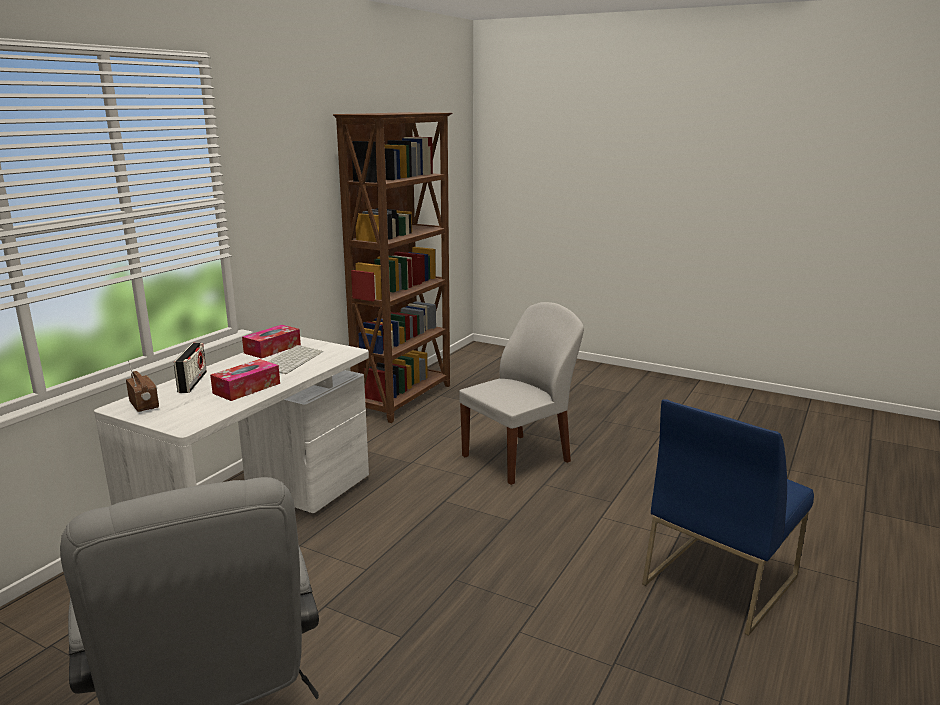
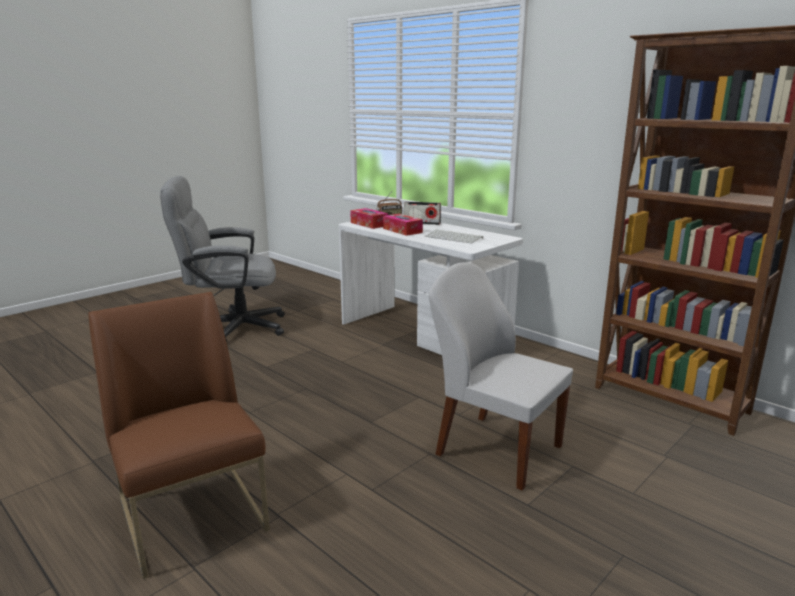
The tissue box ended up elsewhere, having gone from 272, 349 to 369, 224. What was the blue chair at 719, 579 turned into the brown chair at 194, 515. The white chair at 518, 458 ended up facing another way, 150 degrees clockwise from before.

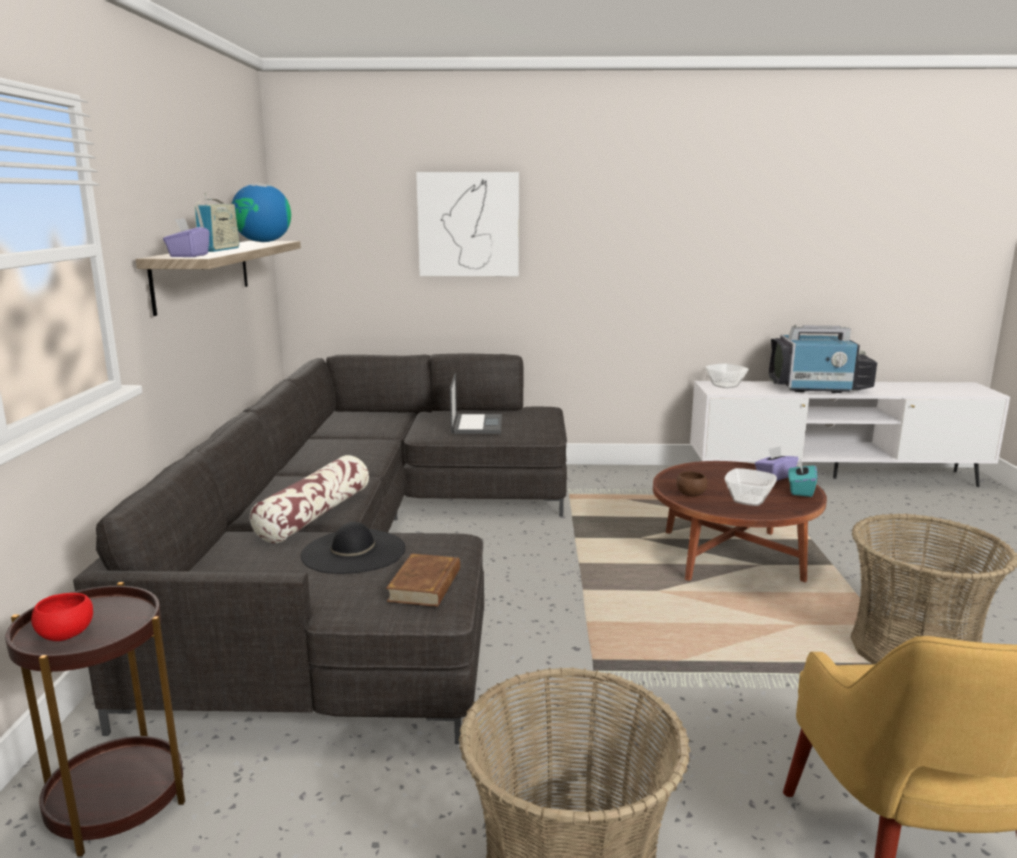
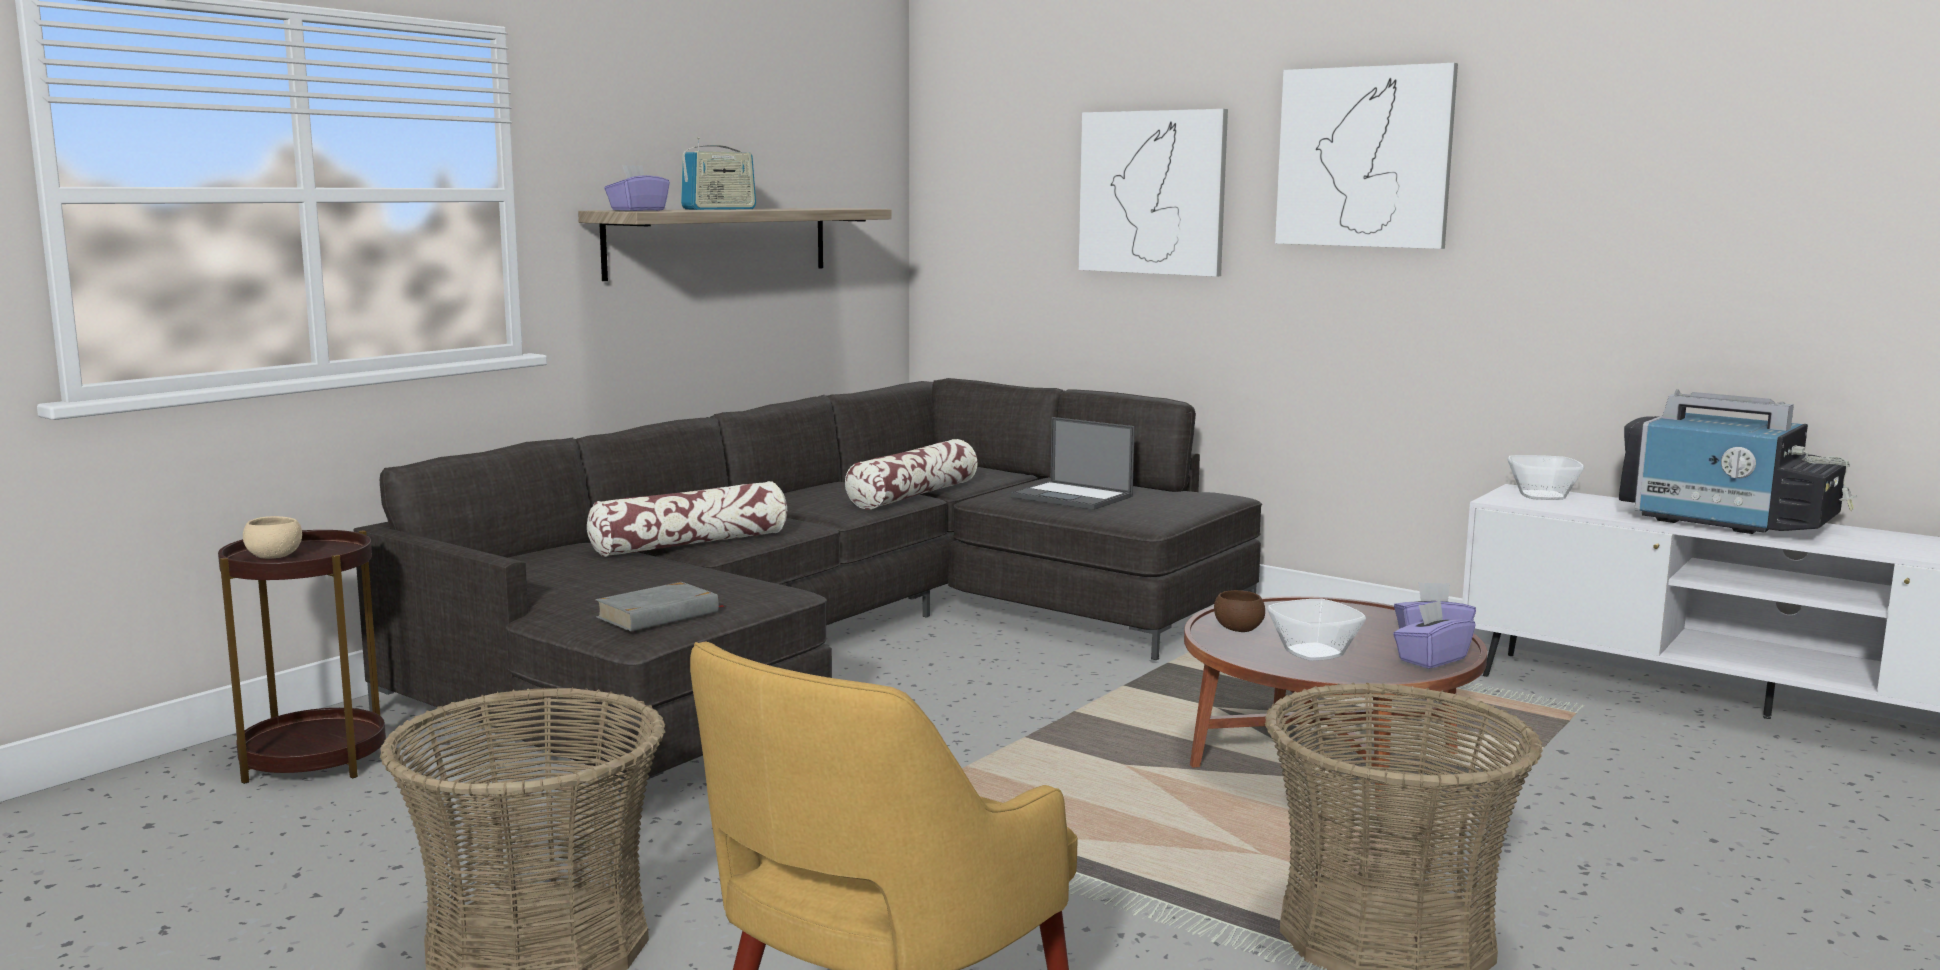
The second view lost the globe at 263, 242. The second view lost the black hat at 353, 552. The second view gained the pillow at 913, 495. The second view gained the picture at 1364, 157. What was the red bowl at 66, 635 turned into the beige bowl at 274, 557. What was the brown book at 425, 585 turned into the grey book at 658, 615. What was the turquoise tissue box at 800, 490 turned into the purple tissue box at 1431, 659. The laptop at 476, 424 ended up facing another way, 90 degrees clockwise from before.

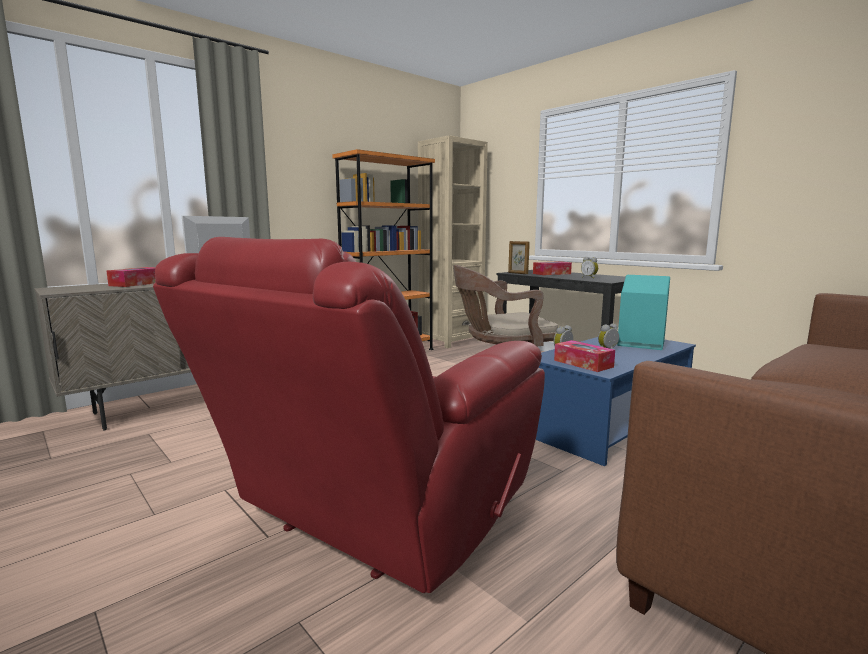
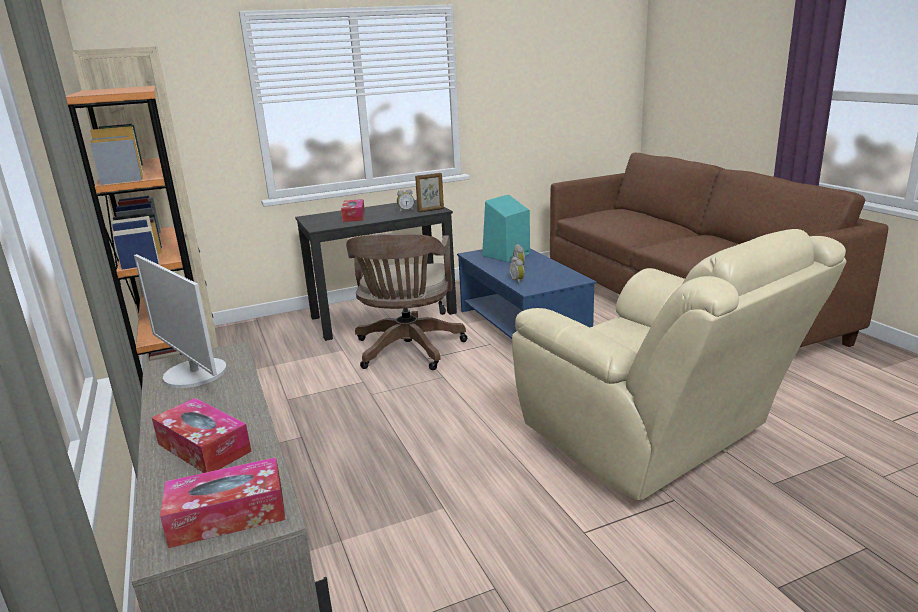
The picture frame ended up elsewhere, having gone from 517, 273 to 431, 210. The tissue box ended up elsewhere, having gone from 583, 363 to 228, 515. What was the red armchair at 372, 521 turned into the beige armchair at 656, 447.

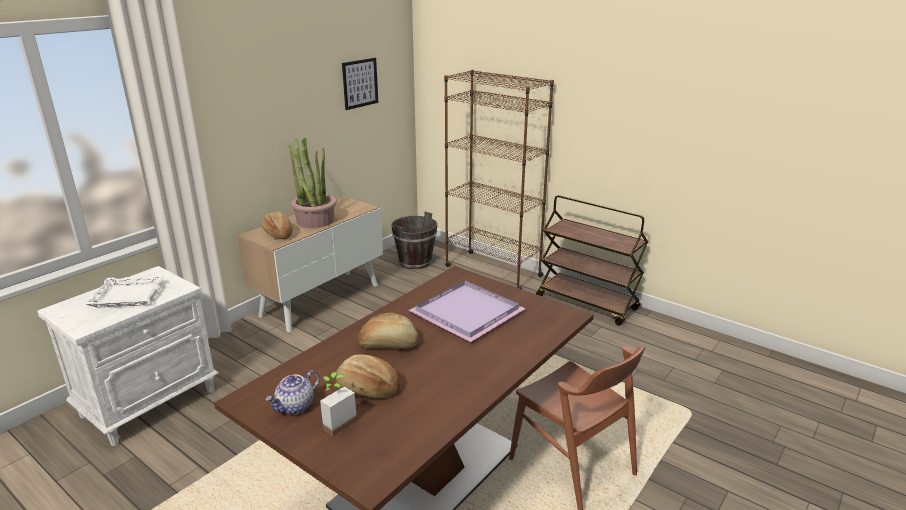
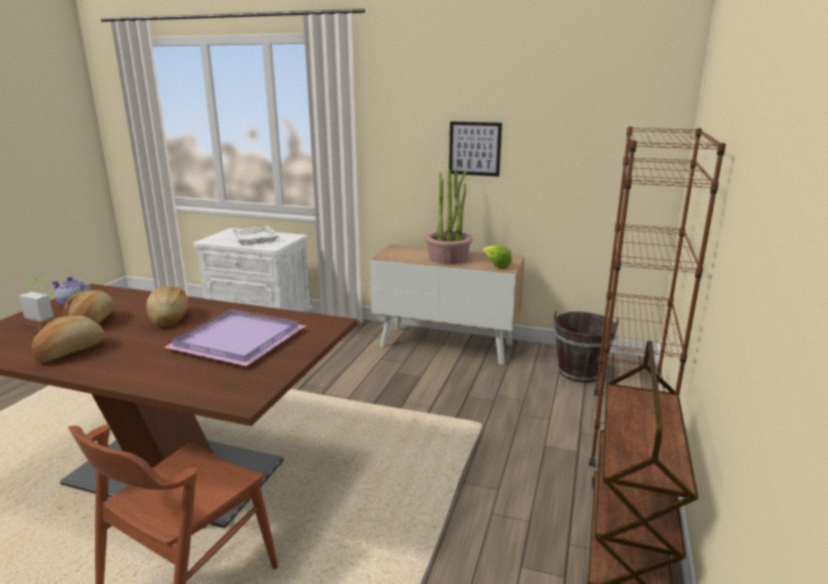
The second view gained the lettuce at 496, 266. The bread ended up elsewhere, having gone from 278, 234 to 70, 351. The picture ended up elsewhere, having gone from 360, 83 to 475, 148.

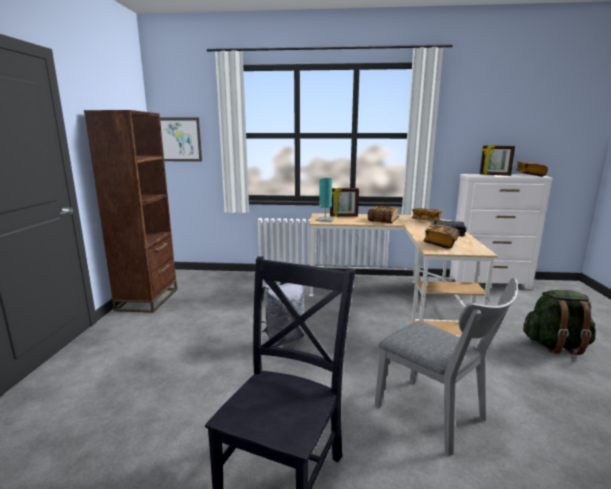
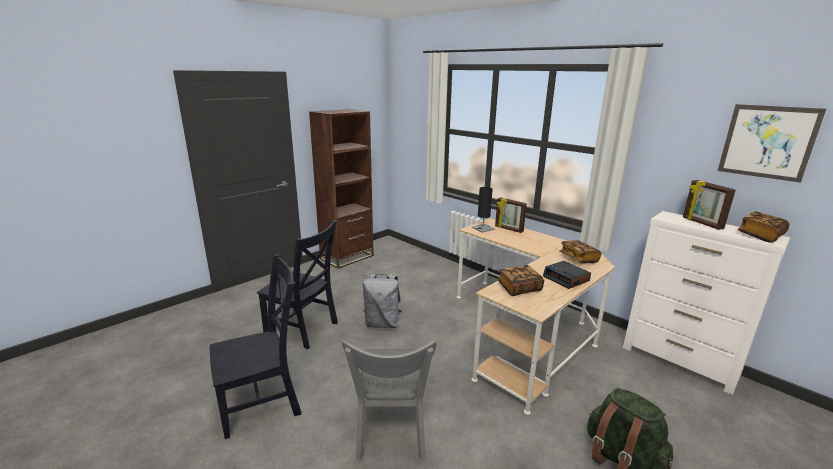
The second view lost the book at 383, 221. The second view gained the black chair at 303, 329. The picture ended up elsewhere, having gone from 180, 139 to 767, 142. What was the turquoise table lamp at 325, 219 turned into the black table lamp at 483, 228.

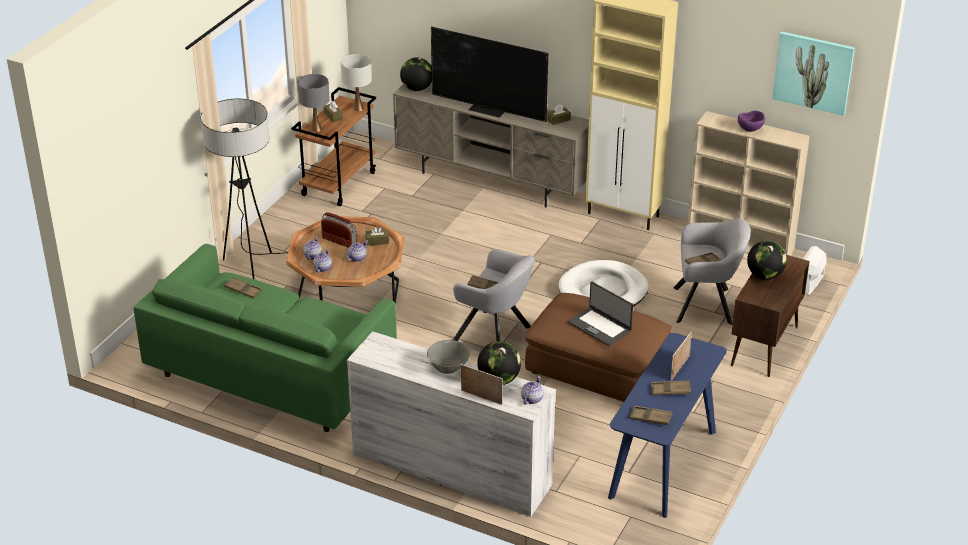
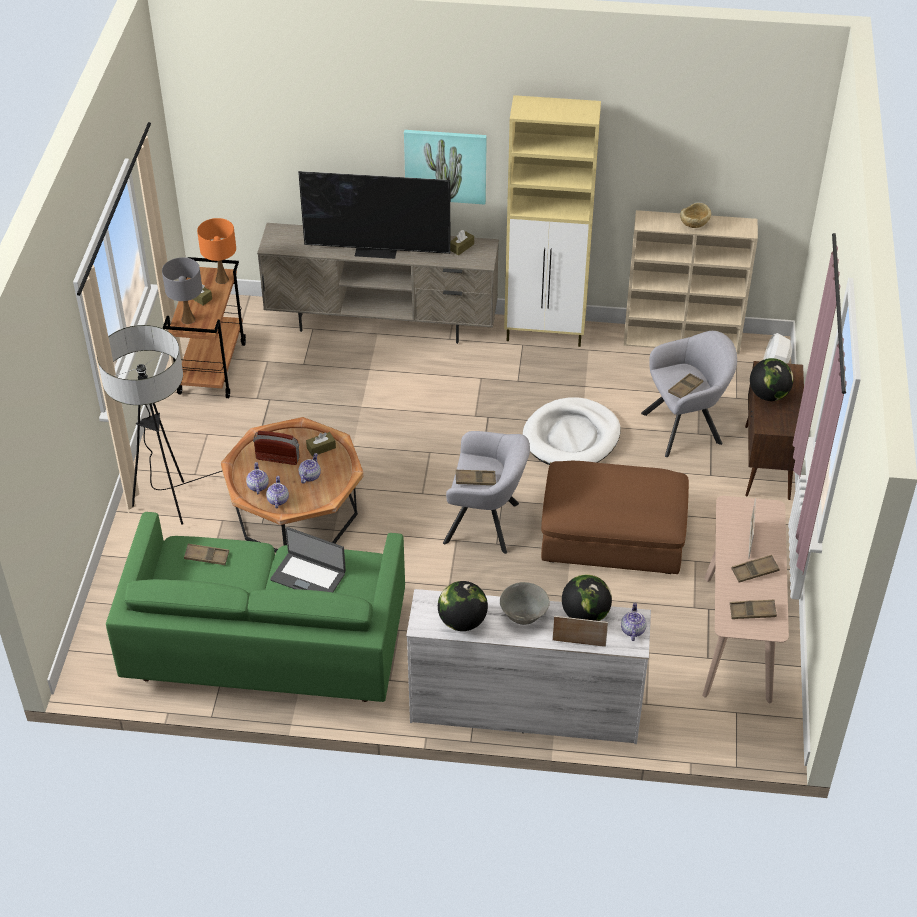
The globe ended up elsewhere, having gone from 417, 88 to 462, 621. The laptop ended up elsewhere, having gone from 600, 326 to 308, 576. The picture ended up elsewhere, having gone from 813, 72 to 445, 166. What was the white table lamp at 358, 108 turned into the orange table lamp at 222, 279. What was the blue console table at 663, 464 turned into the beige console table at 738, 638. What was the purple bowl at 750, 130 turned into the beige bowl at 694, 225.

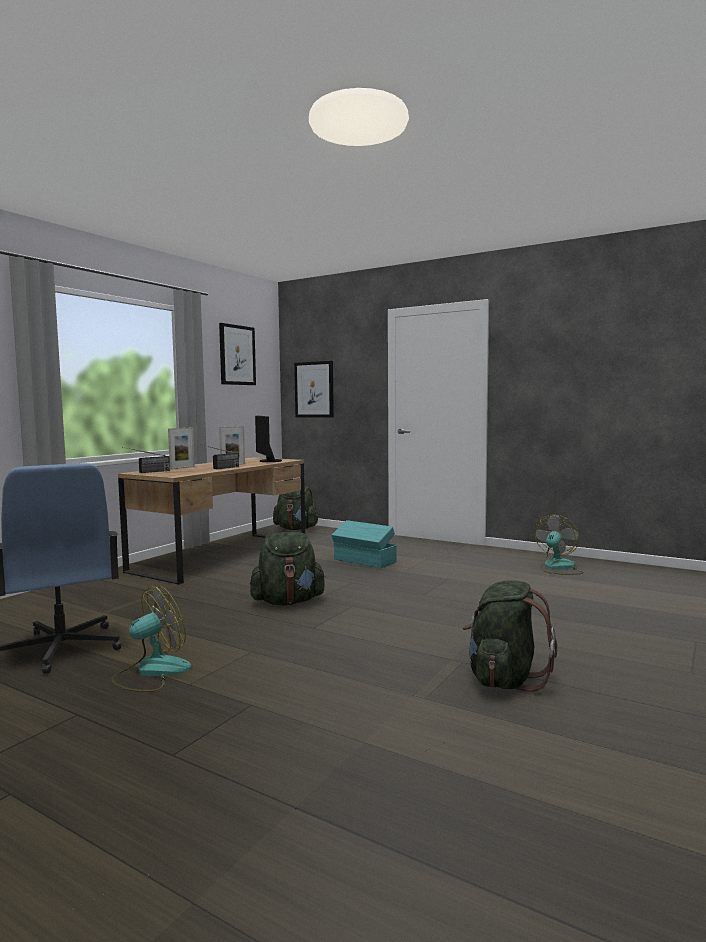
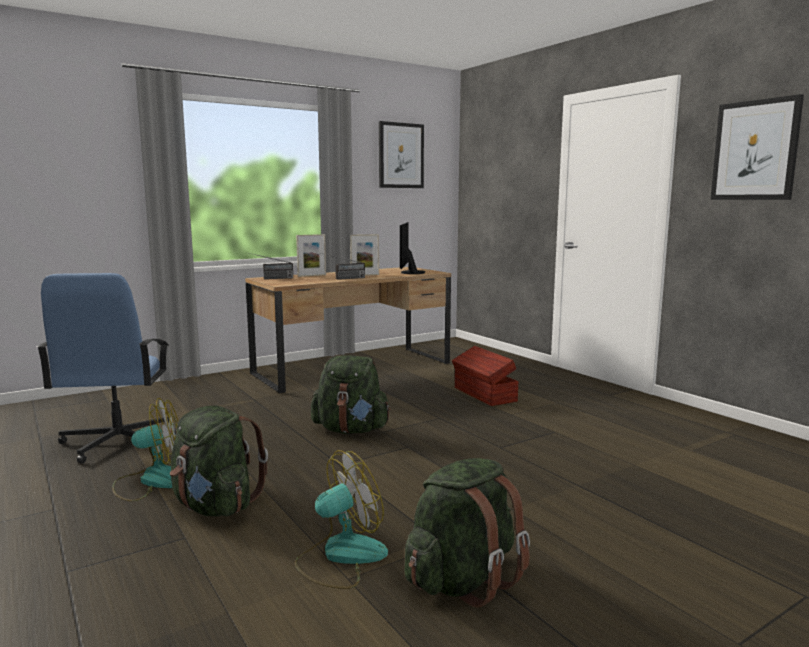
The green backpack ended up elsewhere, having gone from 296, 529 to 215, 506. The picture ended up elsewhere, having gone from 314, 389 to 755, 150. The fan ended up elsewhere, having gone from 557, 568 to 341, 556. What was the turquoise storage box at 364, 561 turned into the brown storage box at 484, 394.

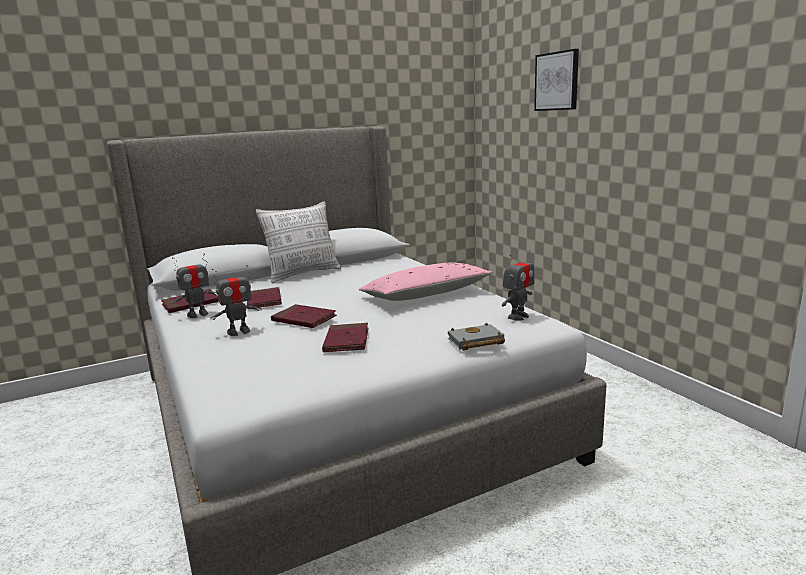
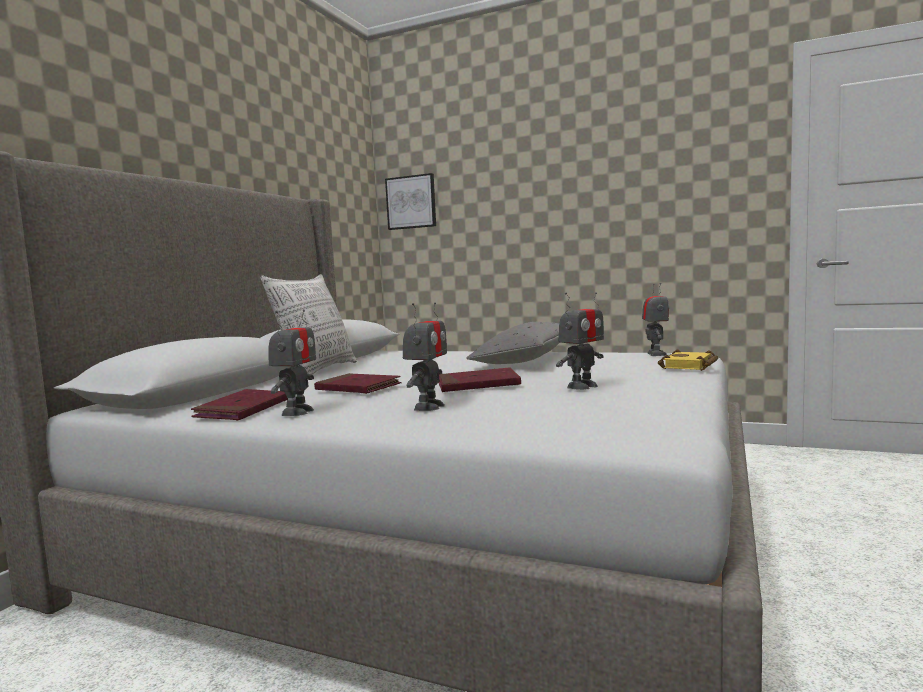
The picture ended up elsewhere, having gone from 557, 81 to 411, 202. Where the red book stood at 346, 341, the toy robot came to stand at 582, 386. What was the pink pillow at 426, 295 turned into the grey pillow at 526, 359. What was the grey book at 475, 342 turned into the yellow book at 690, 366.

